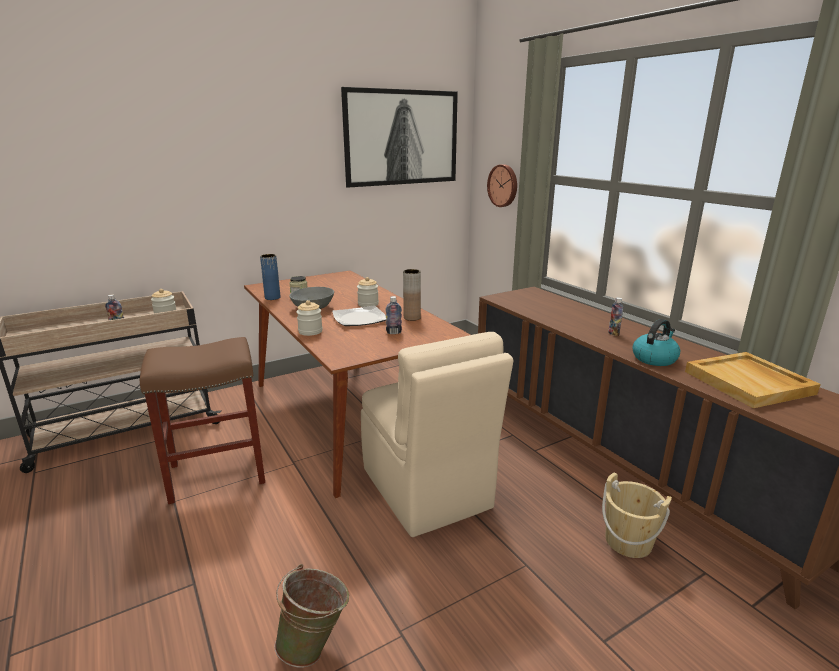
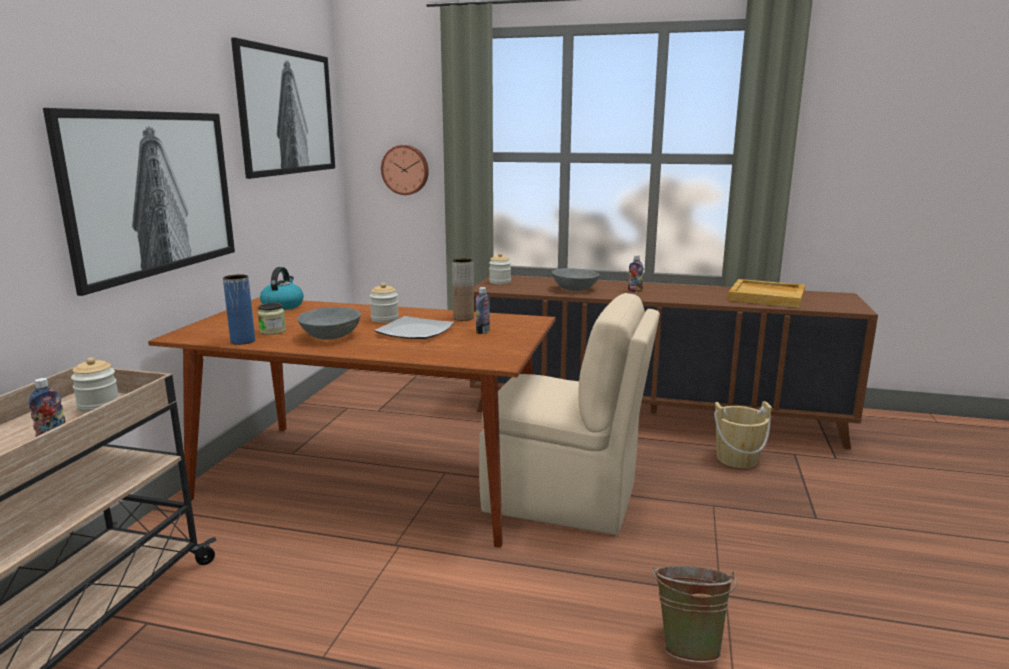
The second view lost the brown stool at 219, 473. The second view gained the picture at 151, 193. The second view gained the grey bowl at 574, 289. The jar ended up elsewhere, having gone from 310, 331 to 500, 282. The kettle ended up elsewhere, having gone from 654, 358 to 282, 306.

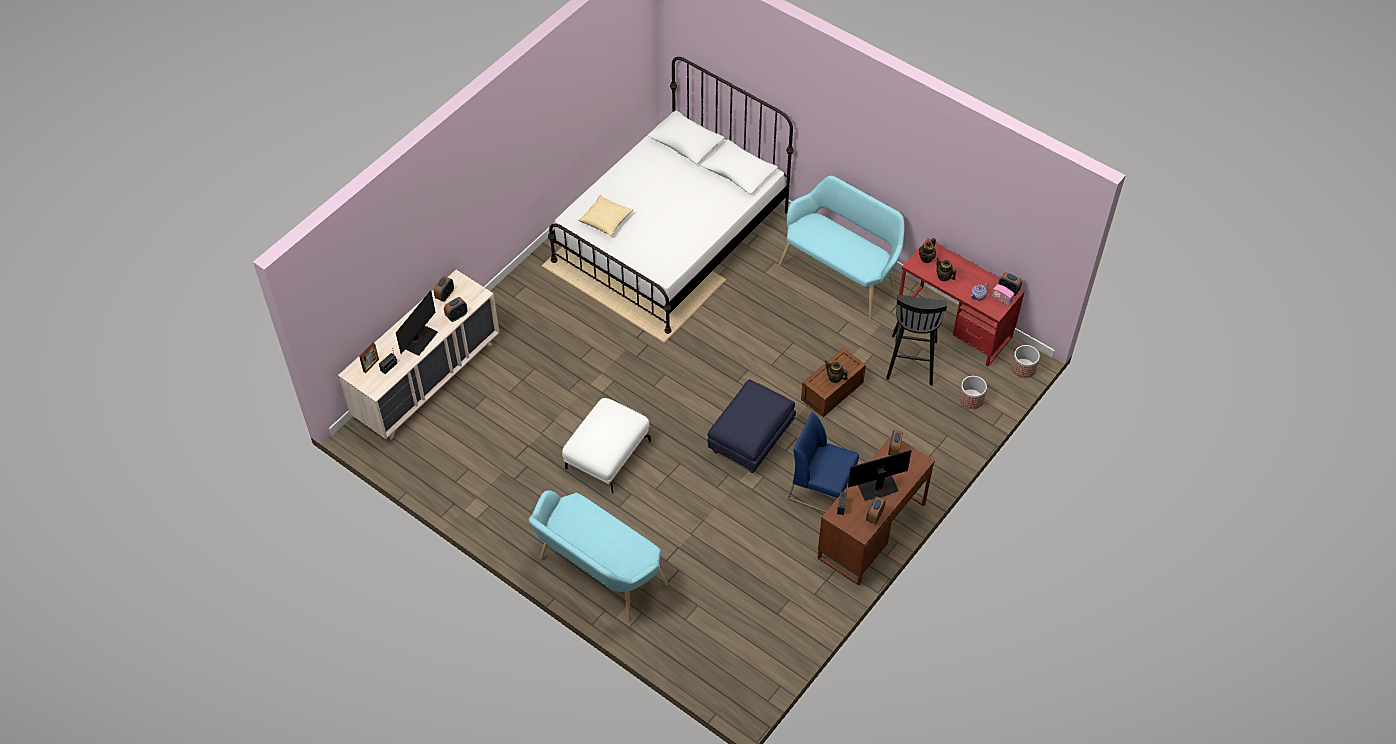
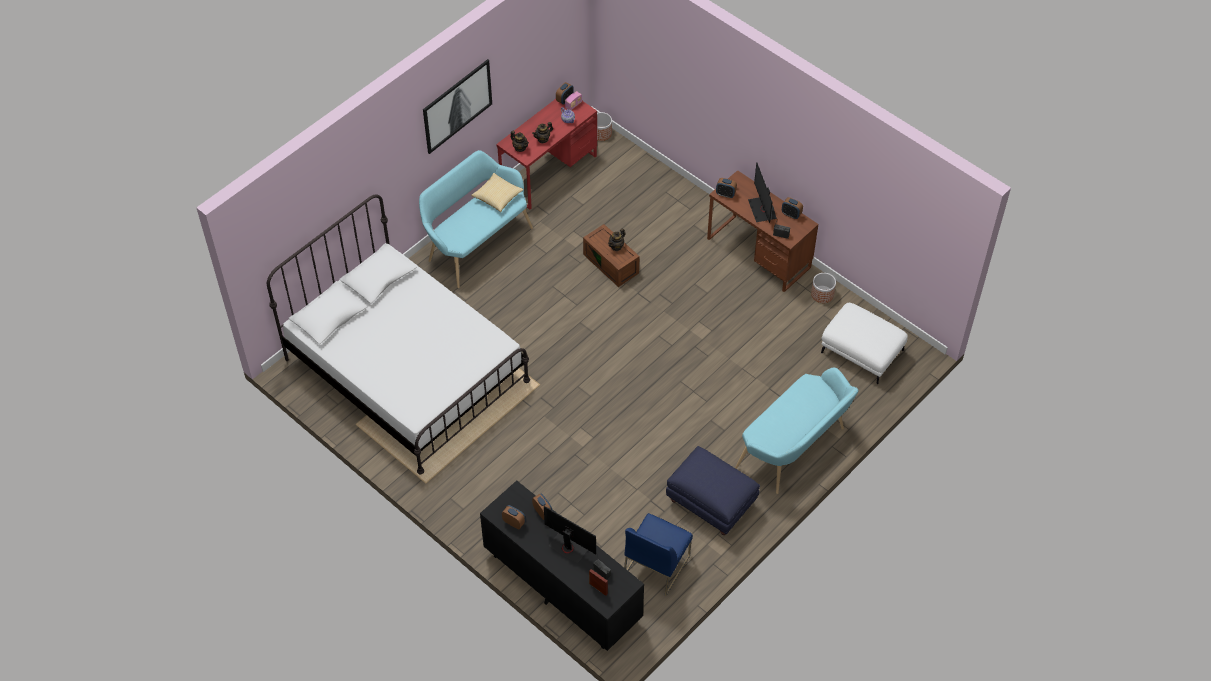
The second view lost the black stool at 912, 359. The second view gained the picture at 456, 105. The white ottoman ended up elsewhere, having gone from 607, 454 to 861, 352. The pillow ended up elsewhere, having gone from 606, 221 to 497, 197. The blue ottoman ended up elsewhere, having gone from 750, 441 to 712, 503. The blue chair ended up elsewhere, having gone from 822, 489 to 656, 564. The planter ended up elsewhere, having gone from 971, 399 to 822, 294. What was the beige dresser at 427, 380 turned into the black dresser at 562, 587.

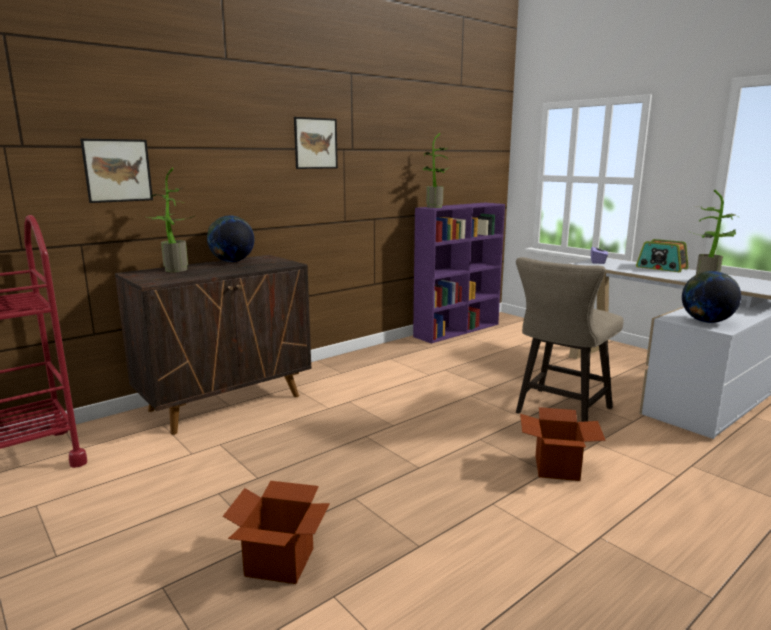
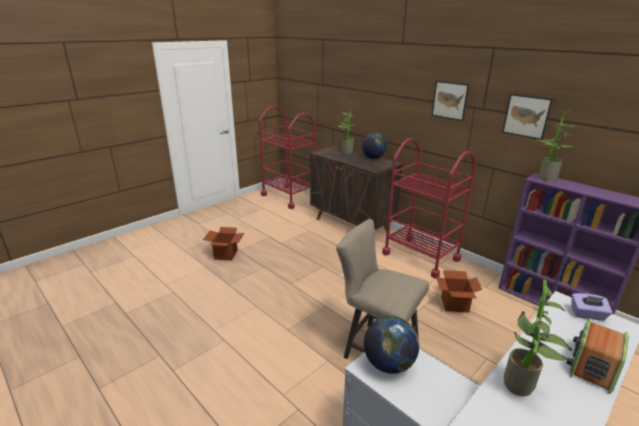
The second view gained the red cart at 421, 256. The picture ended up elsewhere, having gone from 117, 170 to 526, 116. The cardboard box ended up elsewhere, having gone from 556, 468 to 454, 304.

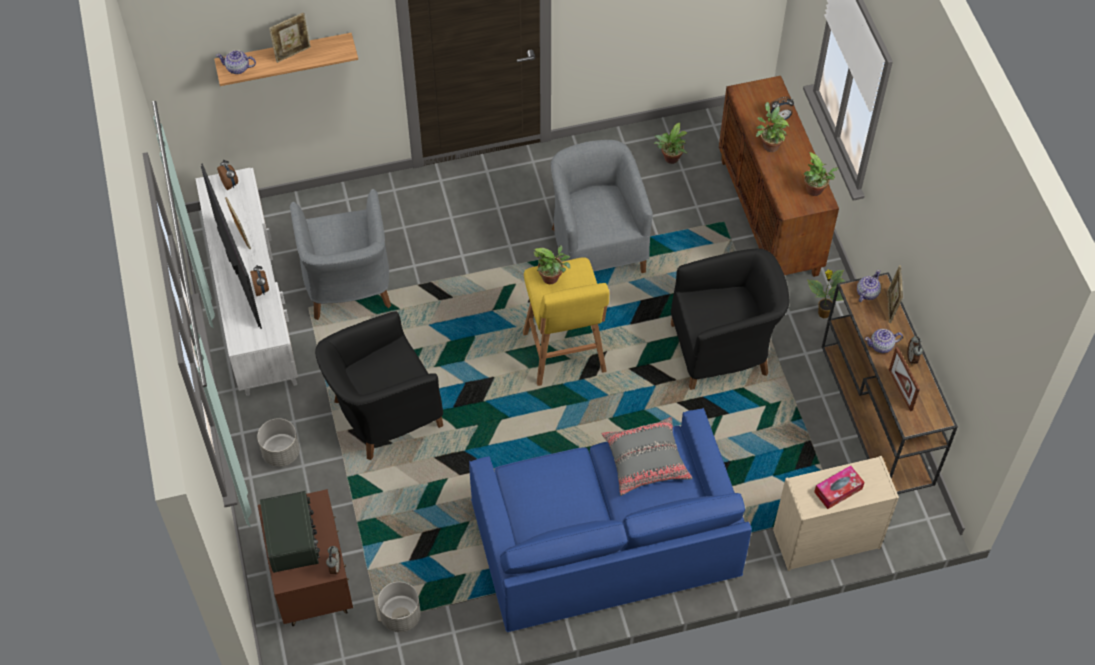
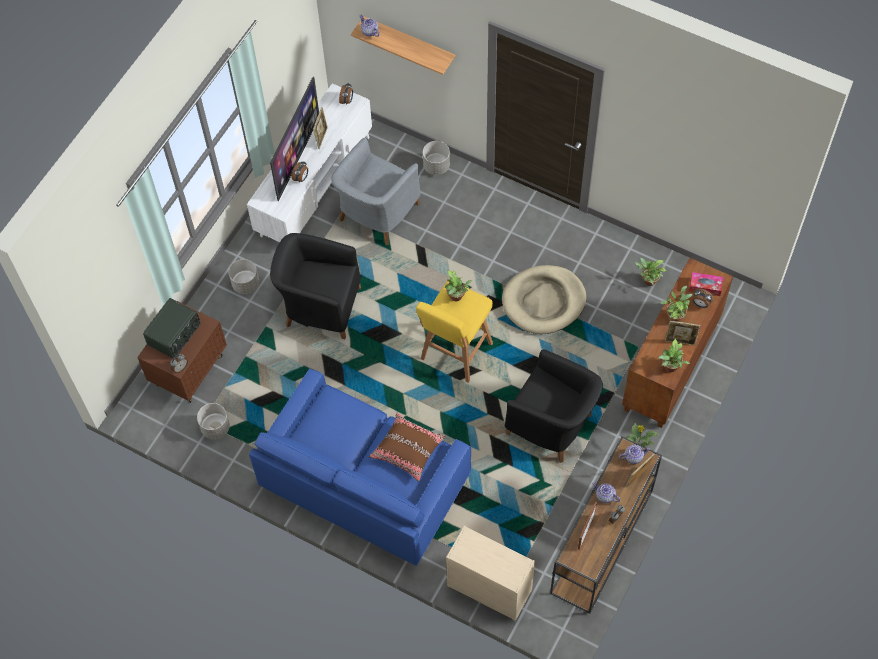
The second view gained the grey planter at 436, 166. The picture frame ended up elsewhere, having gone from 293, 53 to 680, 341. The tissue box ended up elsewhere, having gone from 838, 490 to 705, 286. Where the grey armchair stood at 596, 246, the beige dog bed came to stand at 544, 301. What was the grey pillow at 645, 461 turned into the brown pillow at 407, 450.

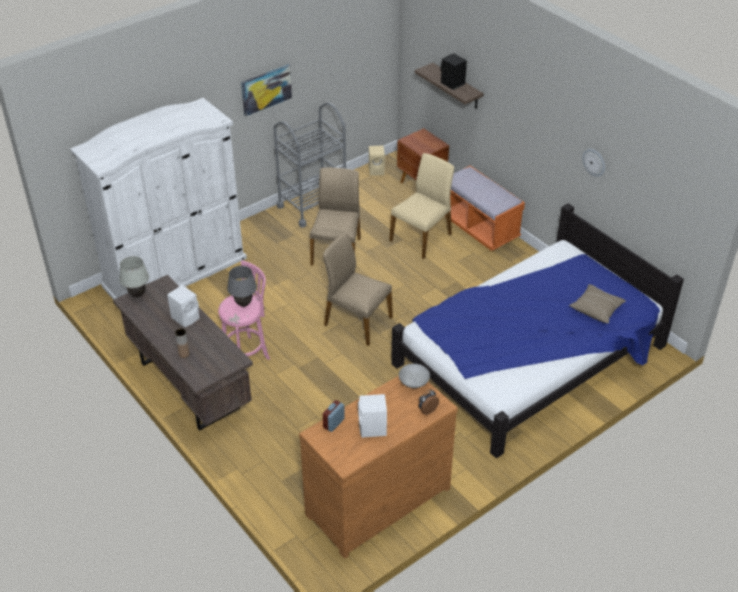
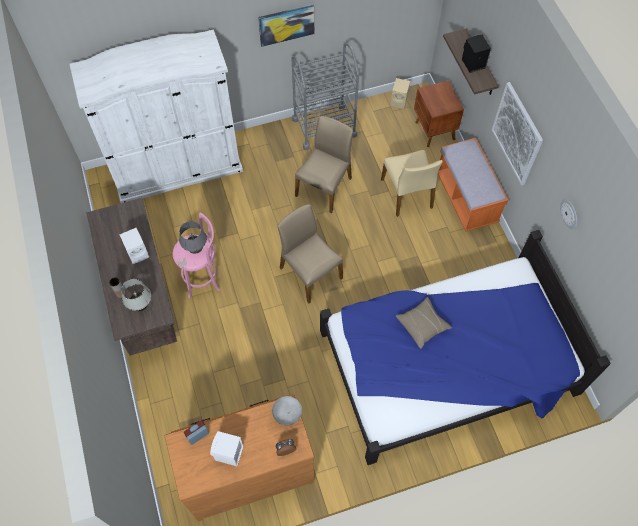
The second view gained the picture at 517, 134. The white table lamp ended up elsewhere, having gone from 137, 295 to 141, 306. The beige pillow ended up elsewhere, having gone from 596, 309 to 422, 325. The beige chair at 422, 237 ended up facing another way, 105 degrees clockwise from before.

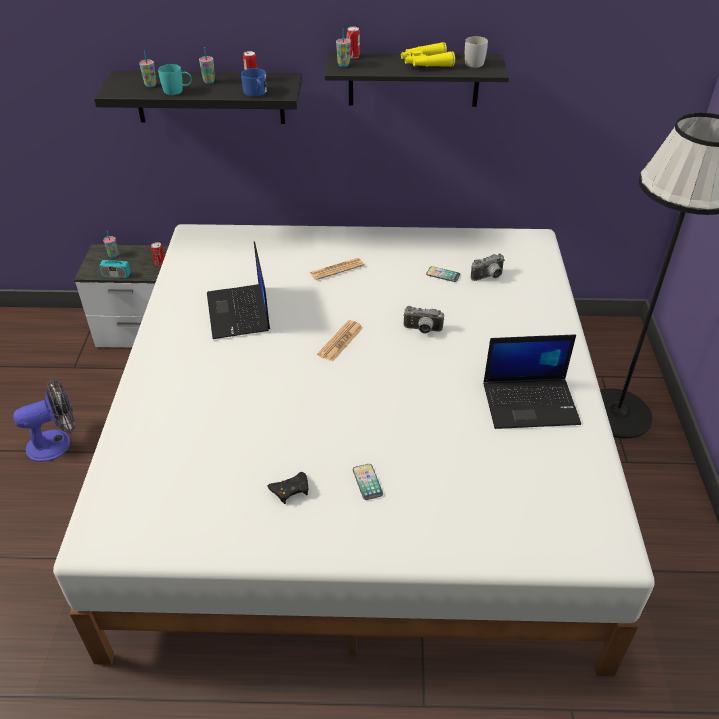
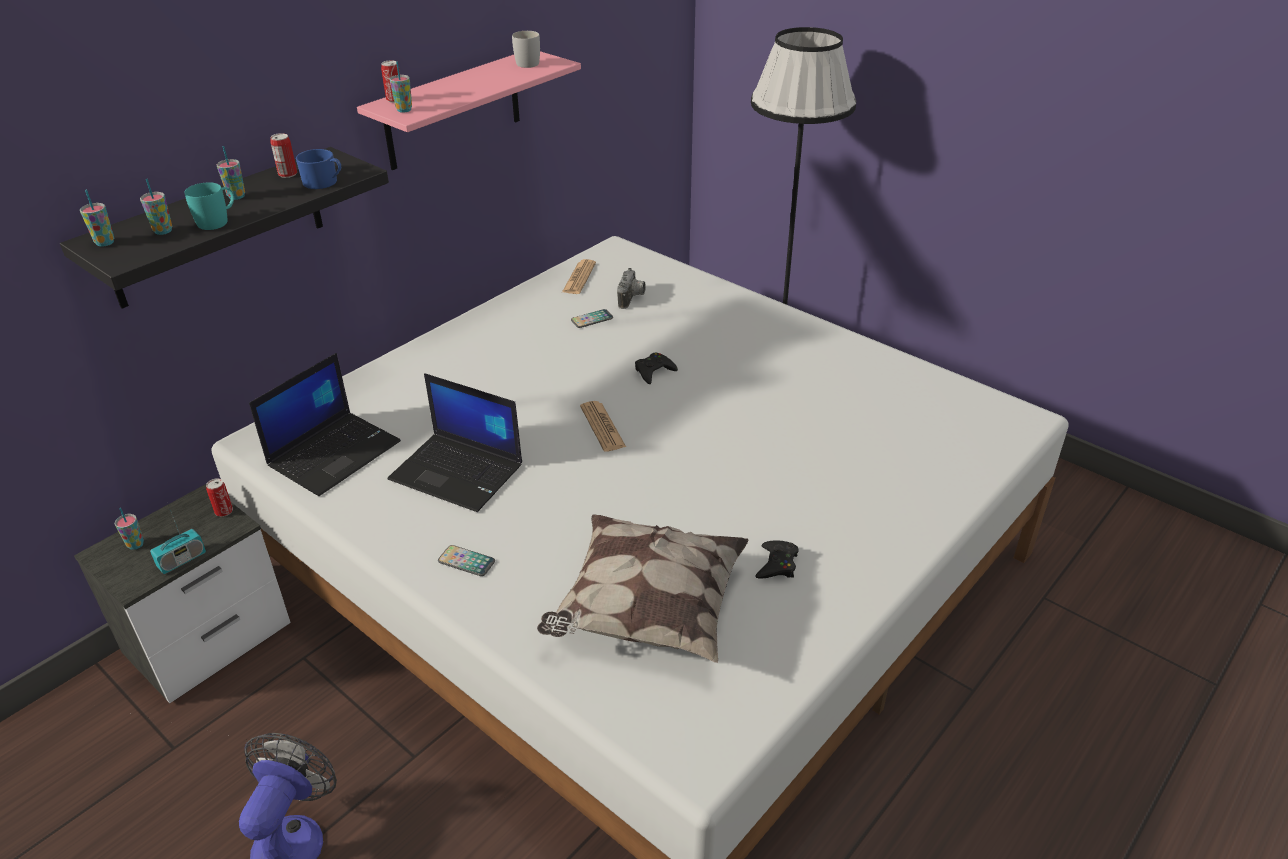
The second view lost the yellow binoculars at 425, 63. The second view gained the cup at 105, 243. The second view gained the pillow at 647, 611. The newspaper ended up elsewhere, having gone from 336, 269 to 579, 278. The phone ended up elsewhere, having gone from 367, 482 to 466, 561. The laptop ended up elsewhere, having gone from 531, 403 to 334, 452. Where the photo camera stood at 422, 330, the black game controller came to stand at 654, 371. What was the black shelf at 413, 79 turned into the pink shelf at 453, 110.

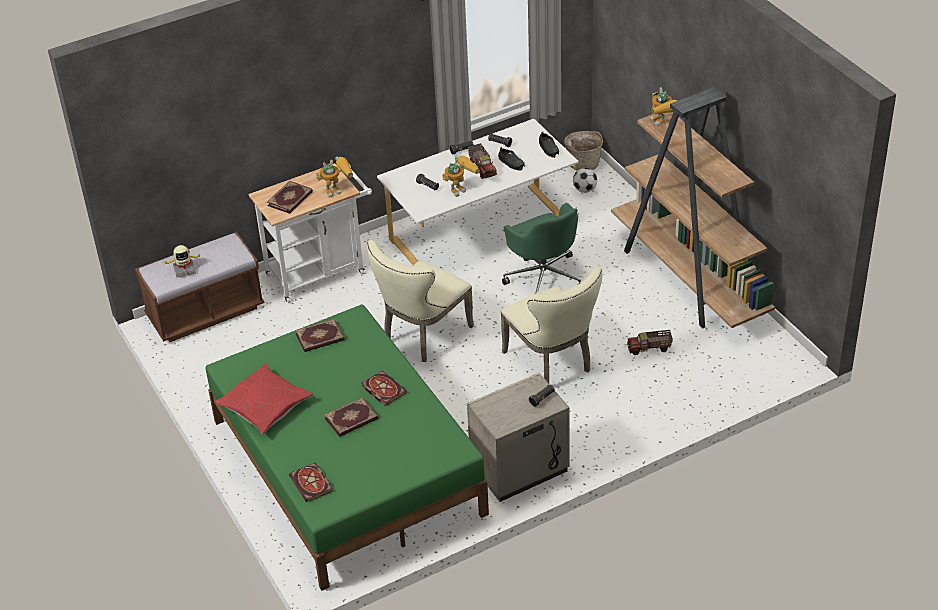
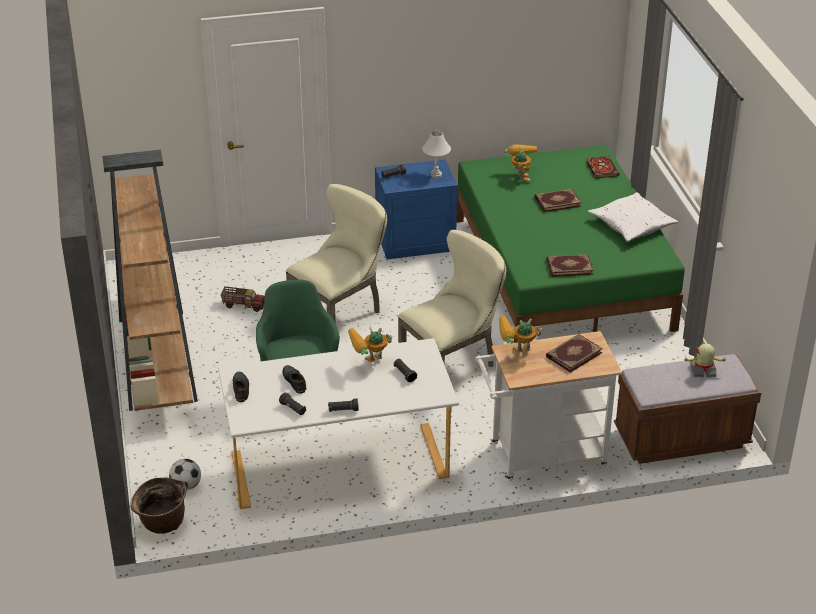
The second view lost the book at 382, 389. The second view lost the toy truck at 482, 168. The second view gained the white table lamp at 436, 175. The toy robot ended up elsewhere, having gone from 663, 124 to 520, 176. What was the red pillow at 265, 406 turned into the white pillow at 631, 224. What was the beige nightstand at 520, 470 turned into the blue nightstand at 415, 242. The beige chair at 552, 363 ended up facing another way, 60 degrees clockwise from before.

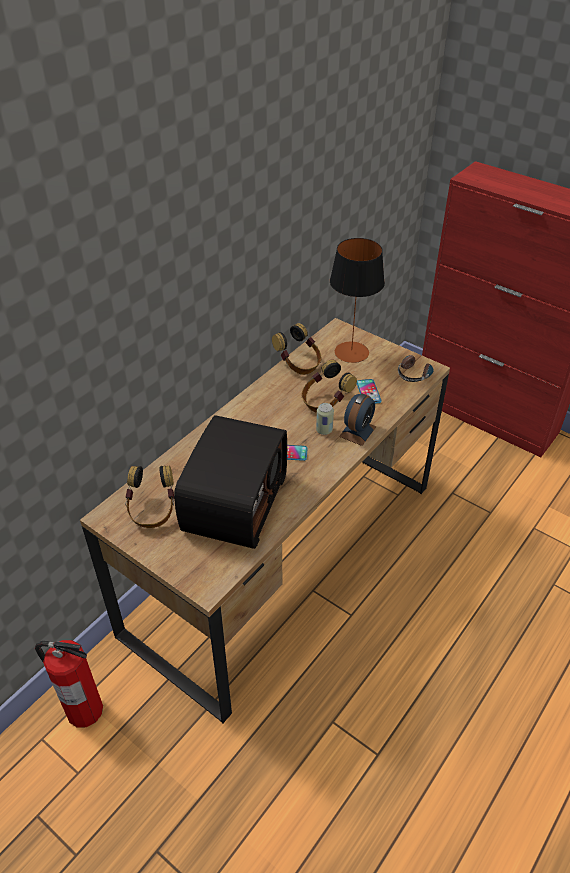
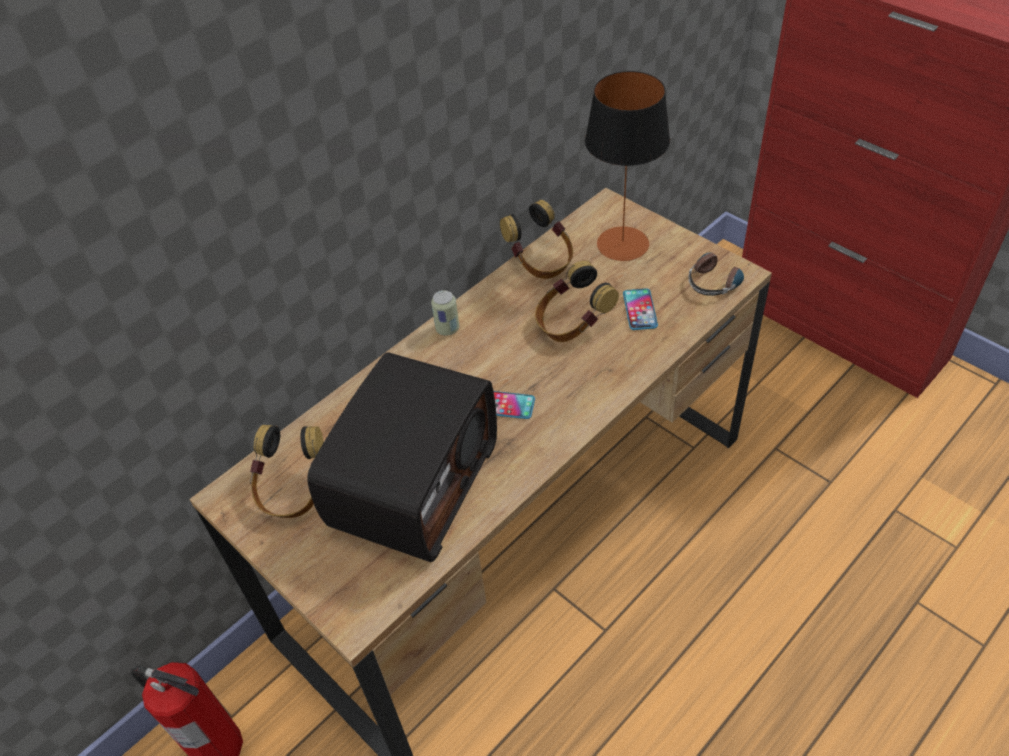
The second view lost the alarm clock at 357, 431. The can ended up elsewhere, having gone from 324, 430 to 447, 329.

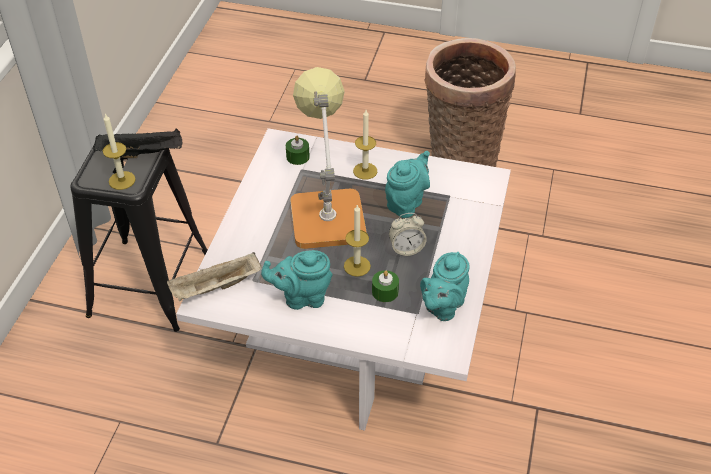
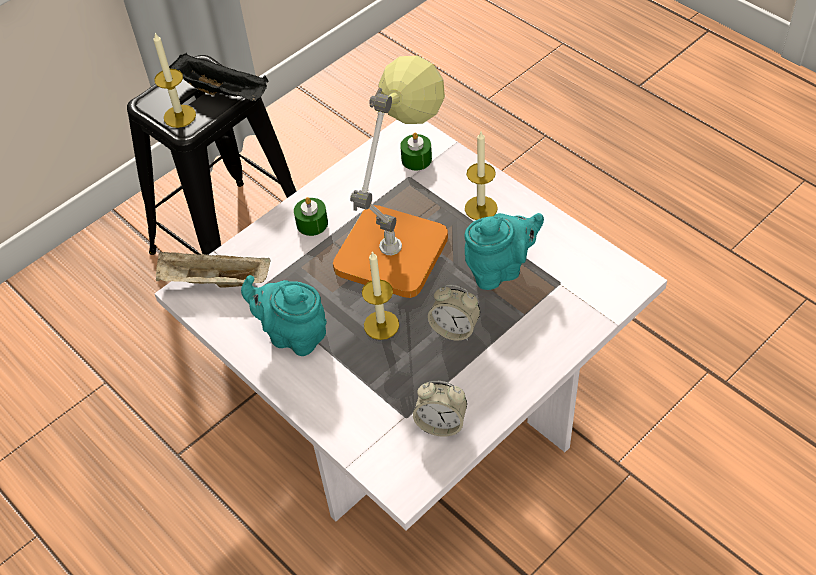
The second view lost the basket at 460, 159. The green candle ended up elsewhere, having gone from 385, 291 to 312, 223. Where the turquoise teapot stood at 442, 307, the alarm clock came to stand at 441, 423.

